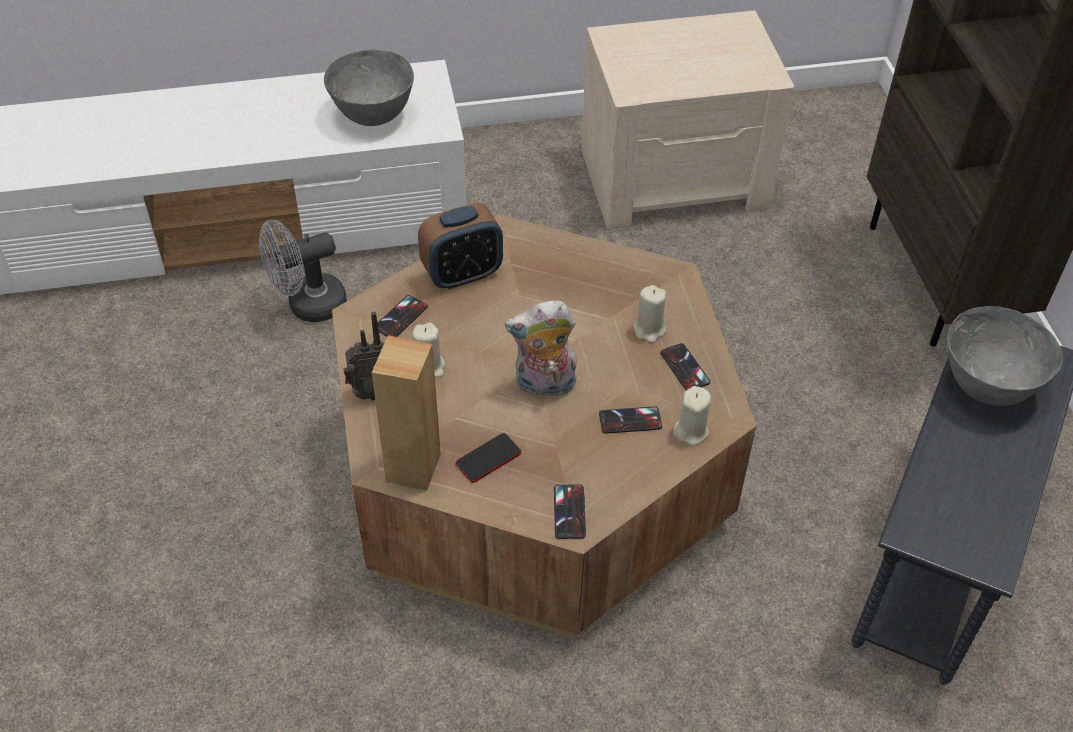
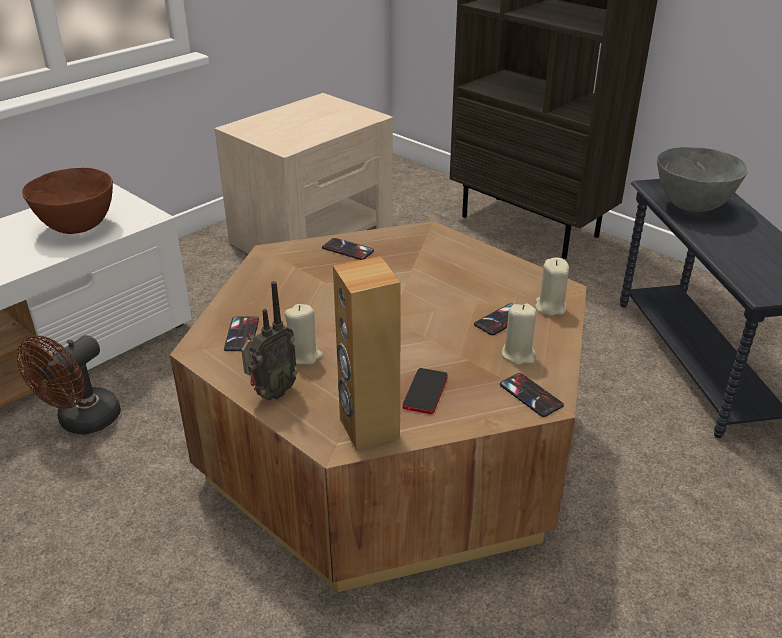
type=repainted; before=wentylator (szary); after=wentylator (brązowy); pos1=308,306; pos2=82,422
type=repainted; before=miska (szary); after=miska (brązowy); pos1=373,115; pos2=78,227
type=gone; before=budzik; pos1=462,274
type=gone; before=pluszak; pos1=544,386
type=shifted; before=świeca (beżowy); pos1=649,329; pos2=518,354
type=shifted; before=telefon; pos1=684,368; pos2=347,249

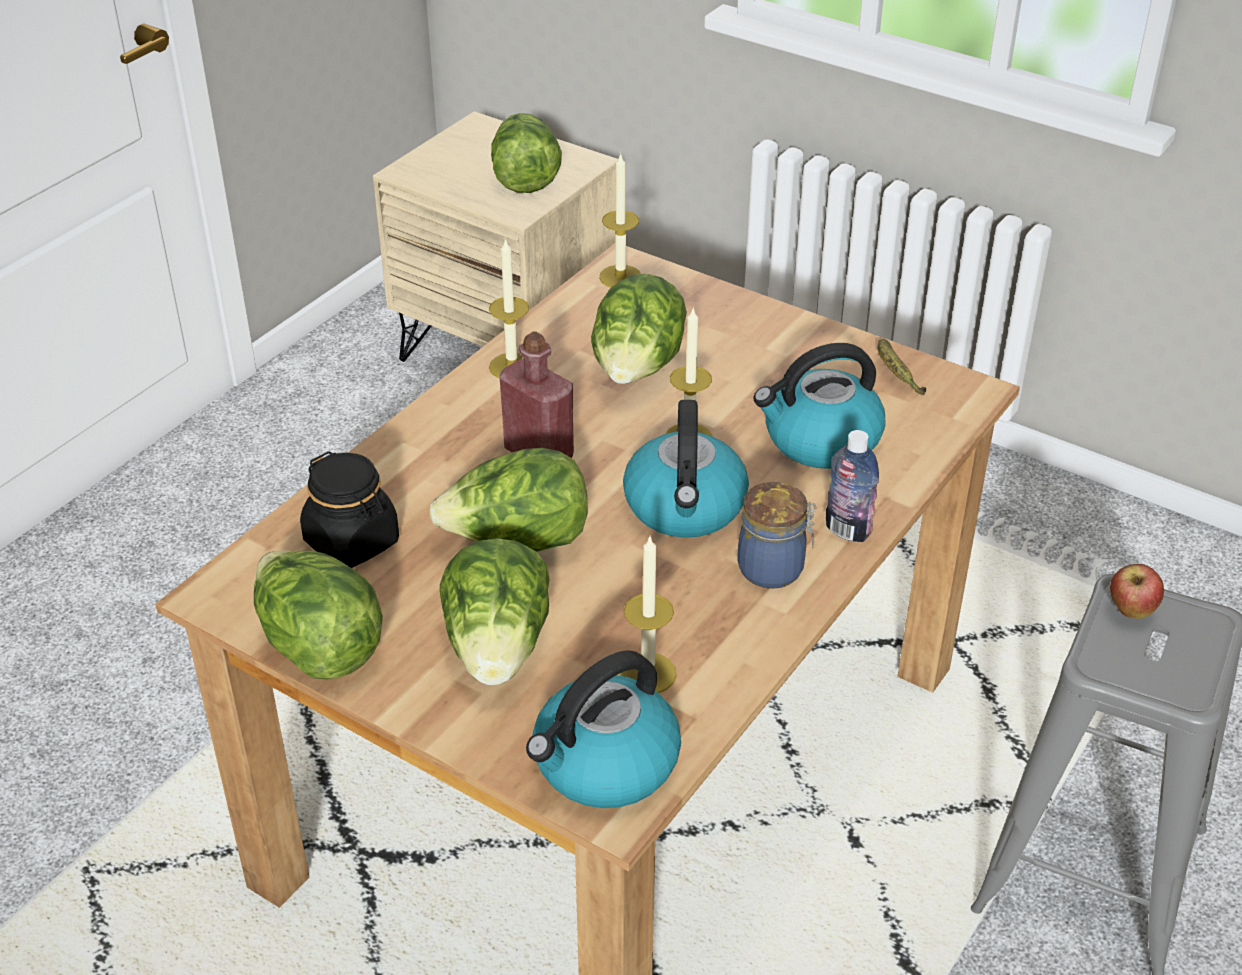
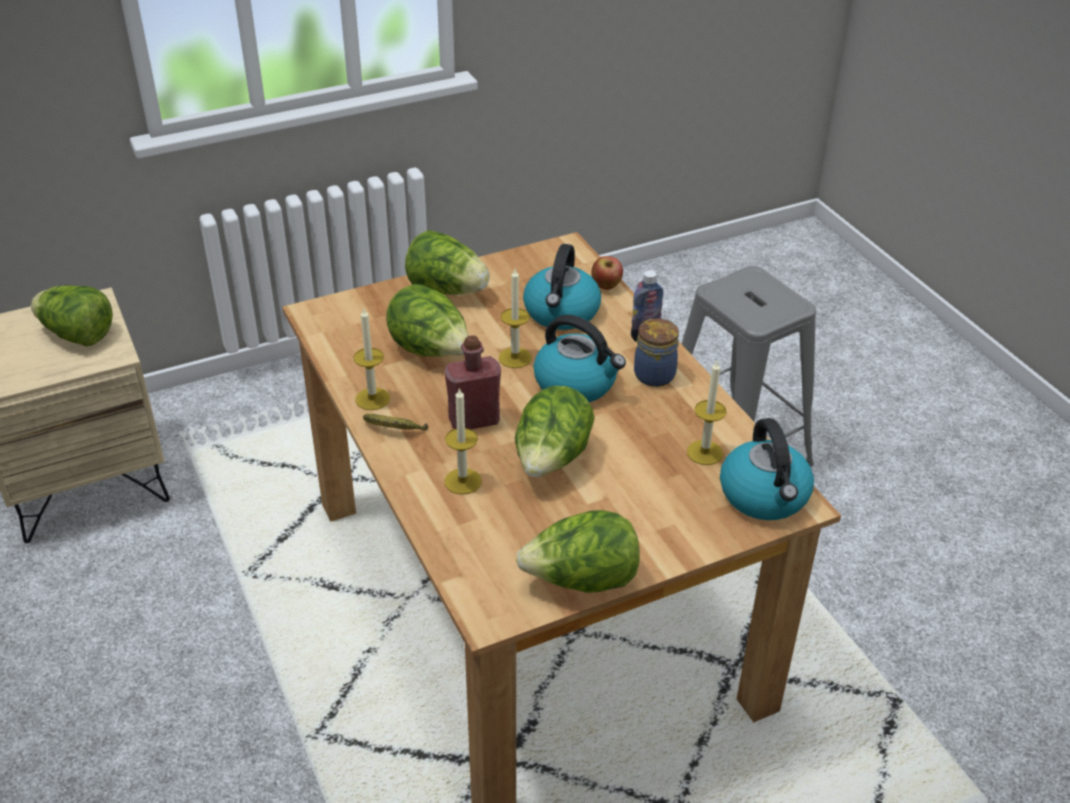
type=gone; before=słoik (czarny); pos1=352,542
type=shifted; before=sałata; pos1=498,649; pos2=447,290
type=shifted; before=świeca; pos1=620,277; pos2=463,481
type=shifted; before=banan; pos1=895,374; pos2=394,430
type=shifted; before=jabłko; pos1=1131,611; pos2=606,286

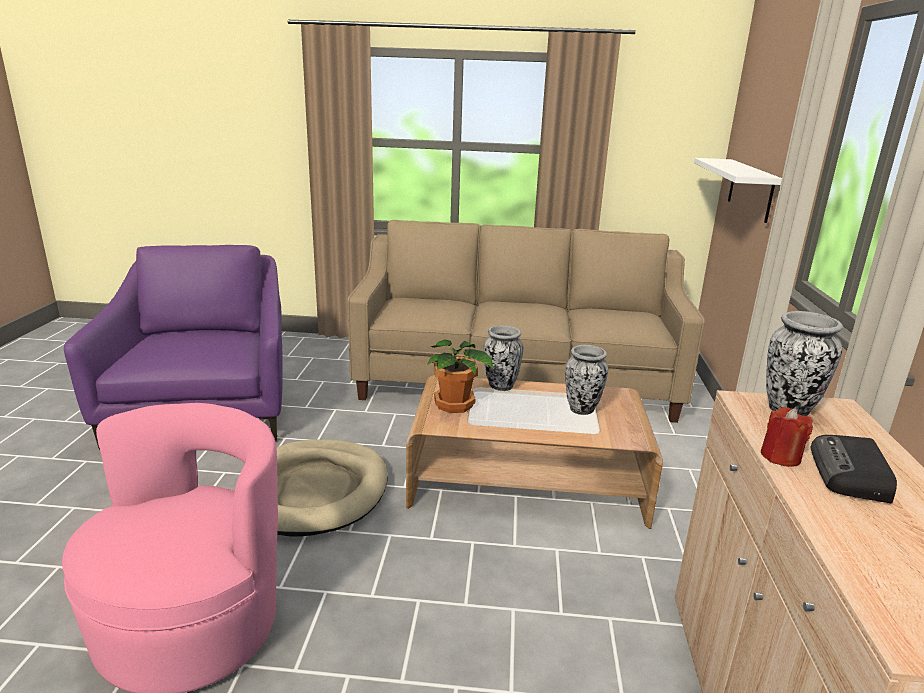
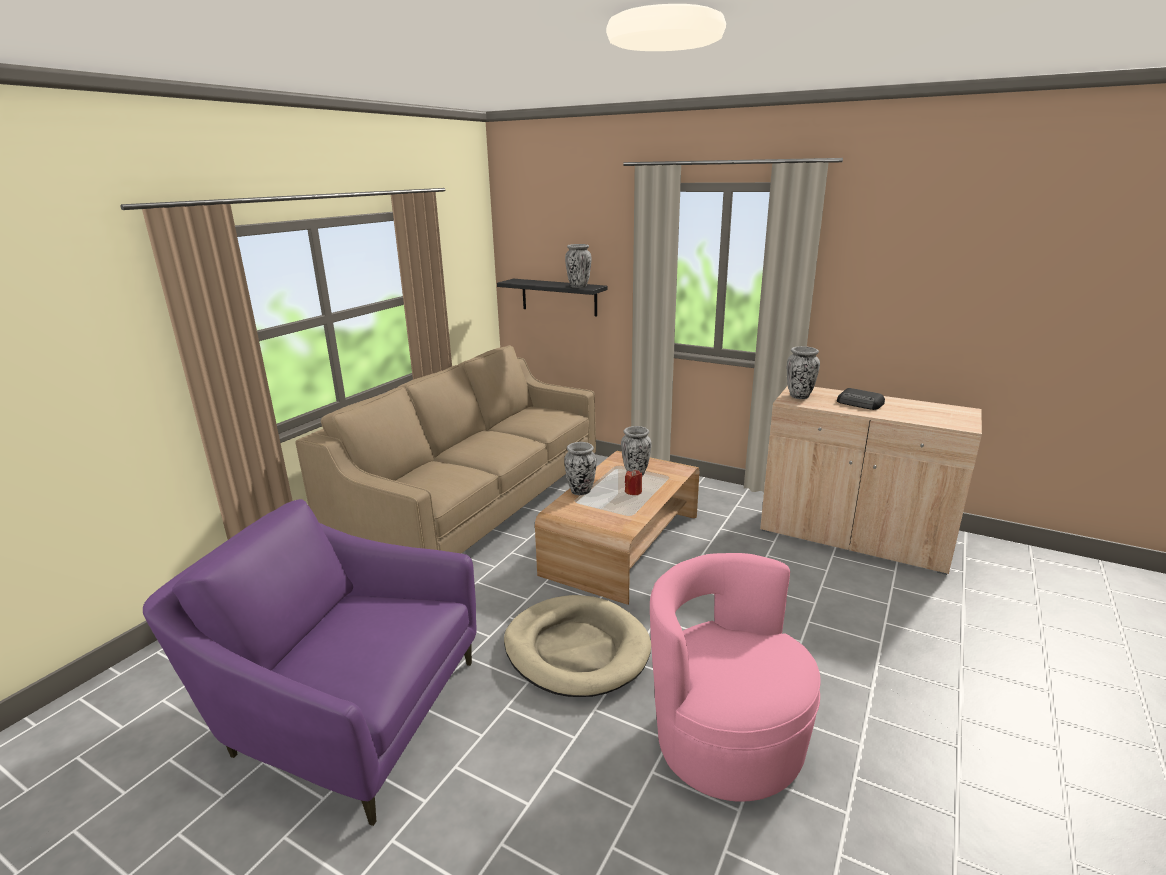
type=gone; before=roślina doniczkowa; pos1=455,405
type=repainted; before=półka (biały); after=półka (czarny); pos1=750,189; pos2=559,297
type=shifted; before=świeca (czerwony); pos1=780,457; pos2=633,491
type=new; after=wazon; pos2=578,286

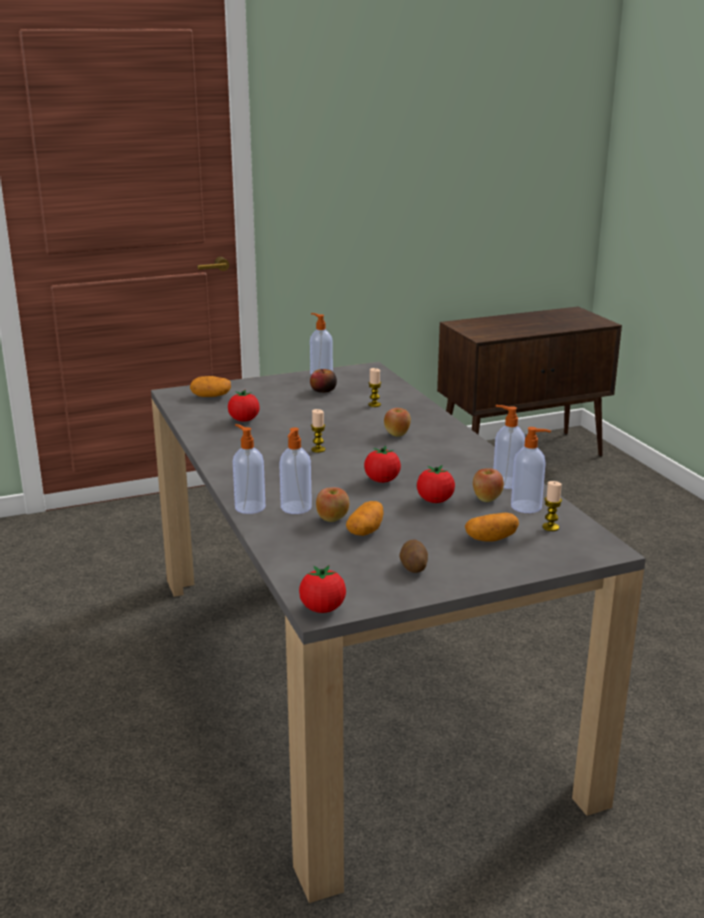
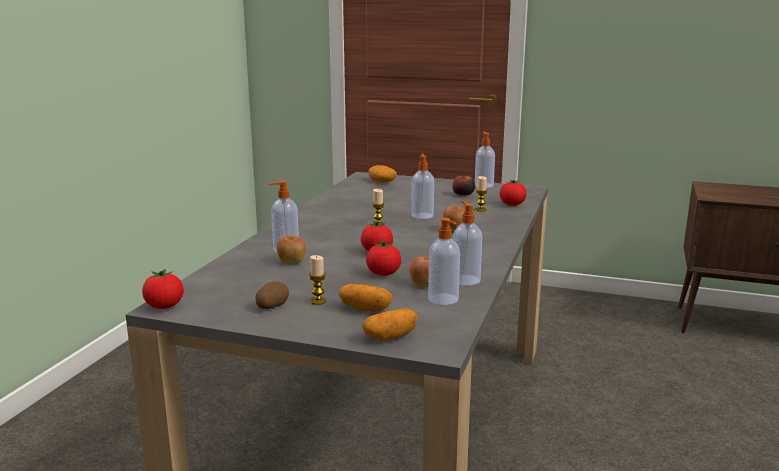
type=shifted; before=pomidor; pos1=244,420; pos2=512,205
type=shifted; before=dozownik mydła; pos1=249,507; pos2=422,215
type=shifted; before=ziemniak; pos1=365,531; pos2=390,337
type=shifted; before=świeca; pos1=550,527; pos2=318,301

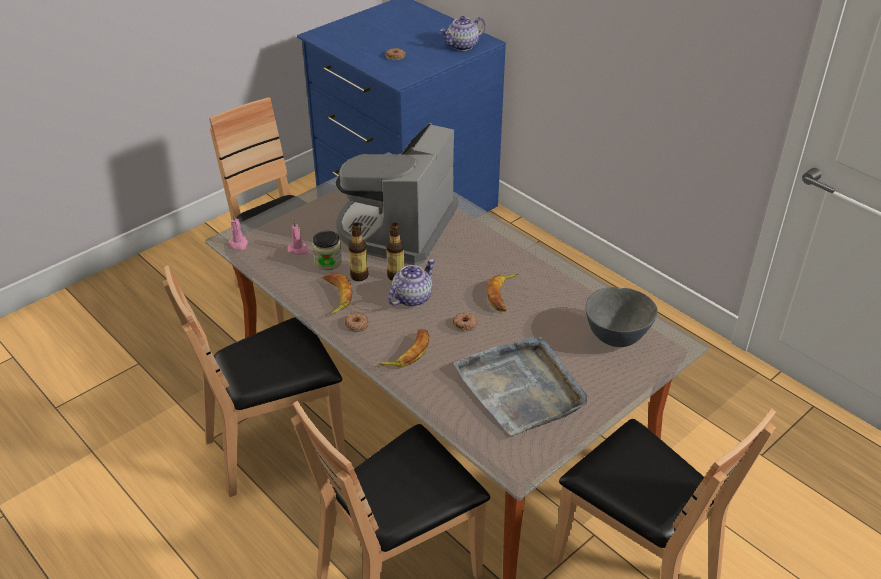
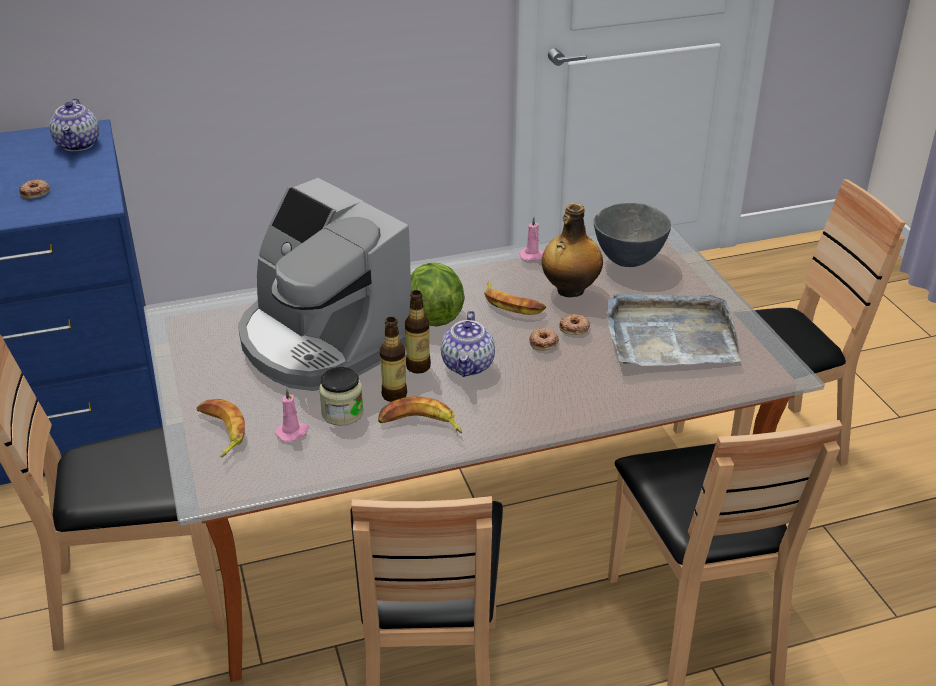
type=shifted; before=świeca (różowy); pos1=239,244; pos2=533,256
type=shifted; before=donut; pos1=356,324; pos2=574,328
type=shifted; before=banan; pos1=408,352; pos2=220,431
type=rotated; before=imbryk; pos1=412,297; pos2=468,366; turn=-150
type=new; after=sałata; pos2=434,314
type=new; after=butelka; pos2=569,290

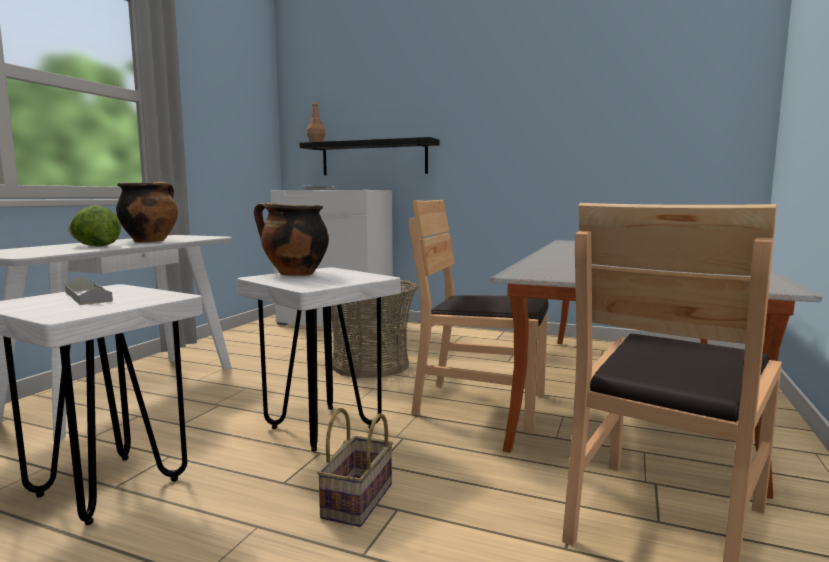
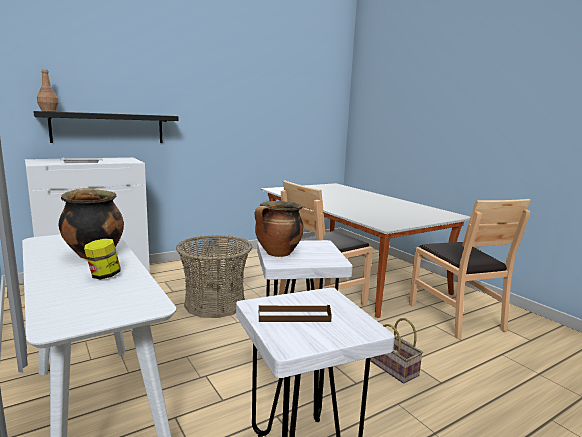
type=repainted; before=taca (szary); after=taca (brązowy); pos1=88,296; pos2=294,316
type=swapped; before=sałata; after=słoik; pos1=96,246; pos2=104,276

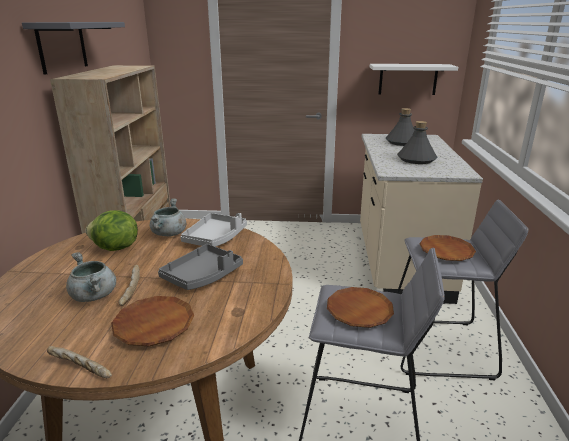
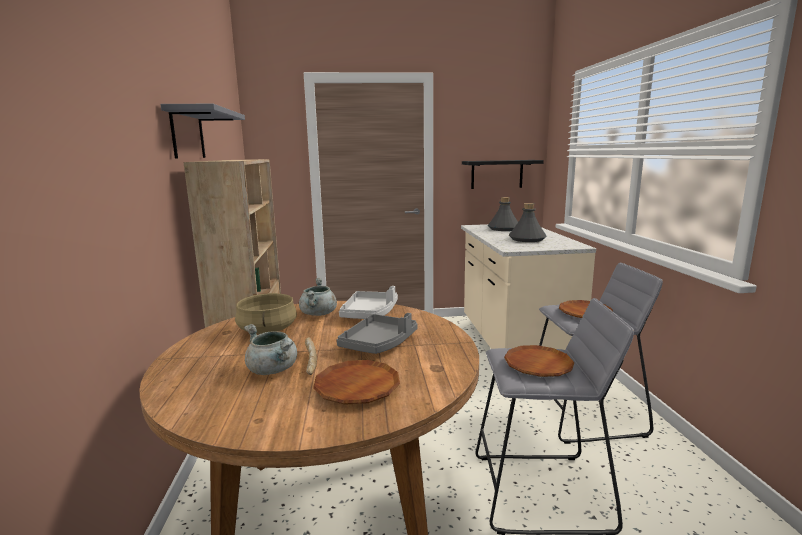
type=gone; before=chleb; pos1=80,369
type=swapped; before=sałata; after=garnek (beżowy); pos1=115,248; pos2=268,330
type=repainted; before=półka (biały); after=półka (czarny); pos1=408,79; pos2=497,174

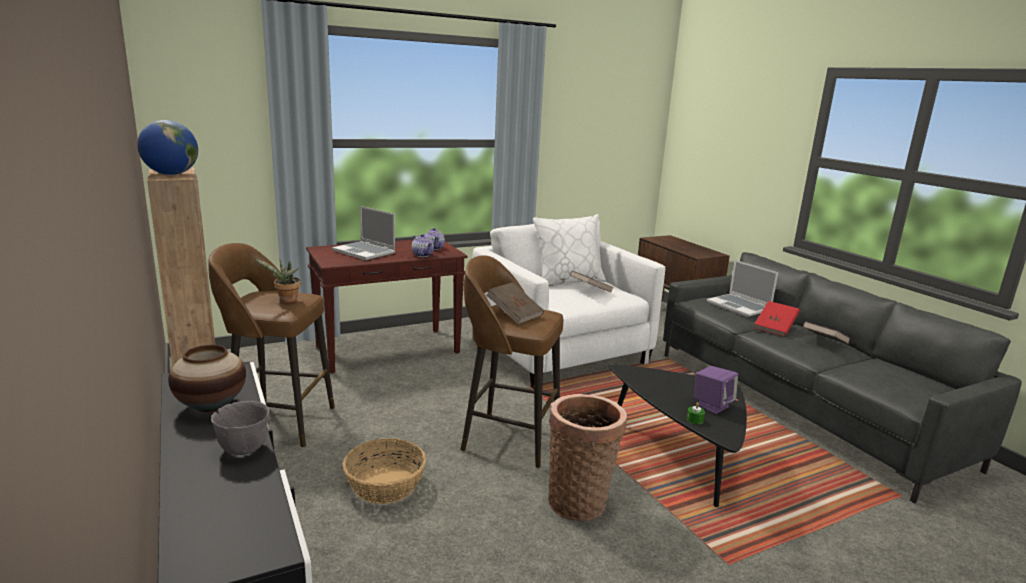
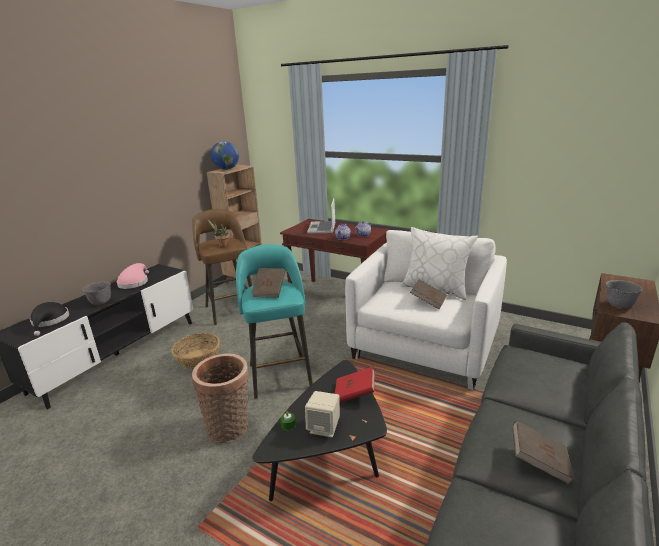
type=swapped; before=wazon; after=kapelusz (różowy); pos1=211,406; pos2=134,282
type=repainted; before=stołek (brązowy); after=stołek (turkusowy); pos1=508,437; pos2=280,374
type=repainted; before=głośnik (fioletowy); after=głośnik (beżowy); pos1=712,405; pos2=324,427
type=gone; before=laptop; pos1=739,307
type=shifted; before=książka (czerwony); pos1=775,328; pos2=355,394
type=new; after=kapelusz (czarny); pos2=49,321
type=new; after=miska (szary); pos2=618,305

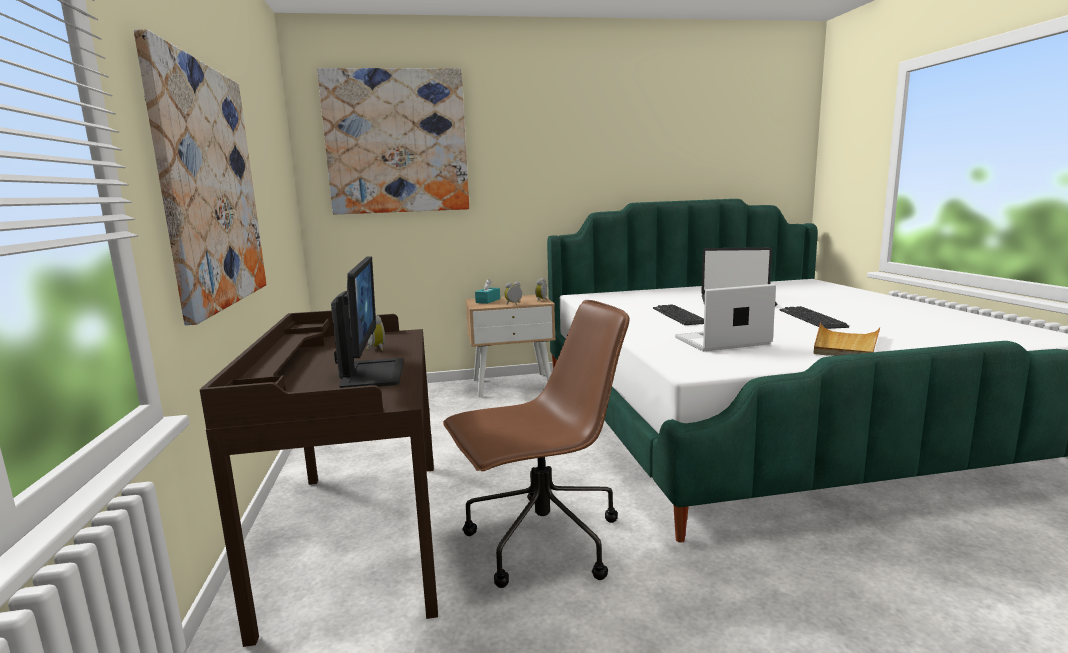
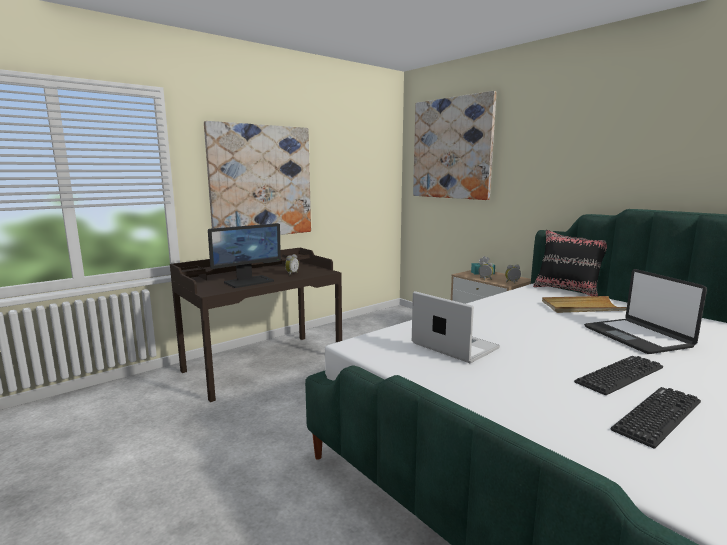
type=gone; before=krzesło biurowe (brązowy); pos1=541,542
type=shifted; before=klawiatura; pos1=678,316; pos2=657,416
type=shifted; before=taca (beżowy); pos1=845,345; pos2=582,307
type=new; after=poduszka (czarny); pos2=567,290

